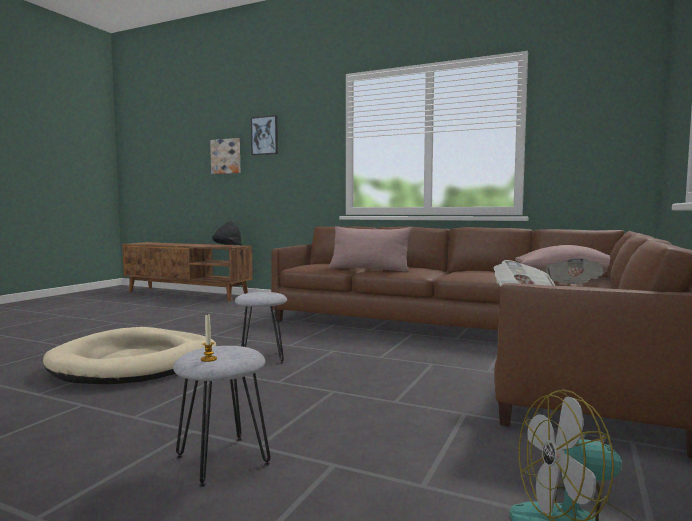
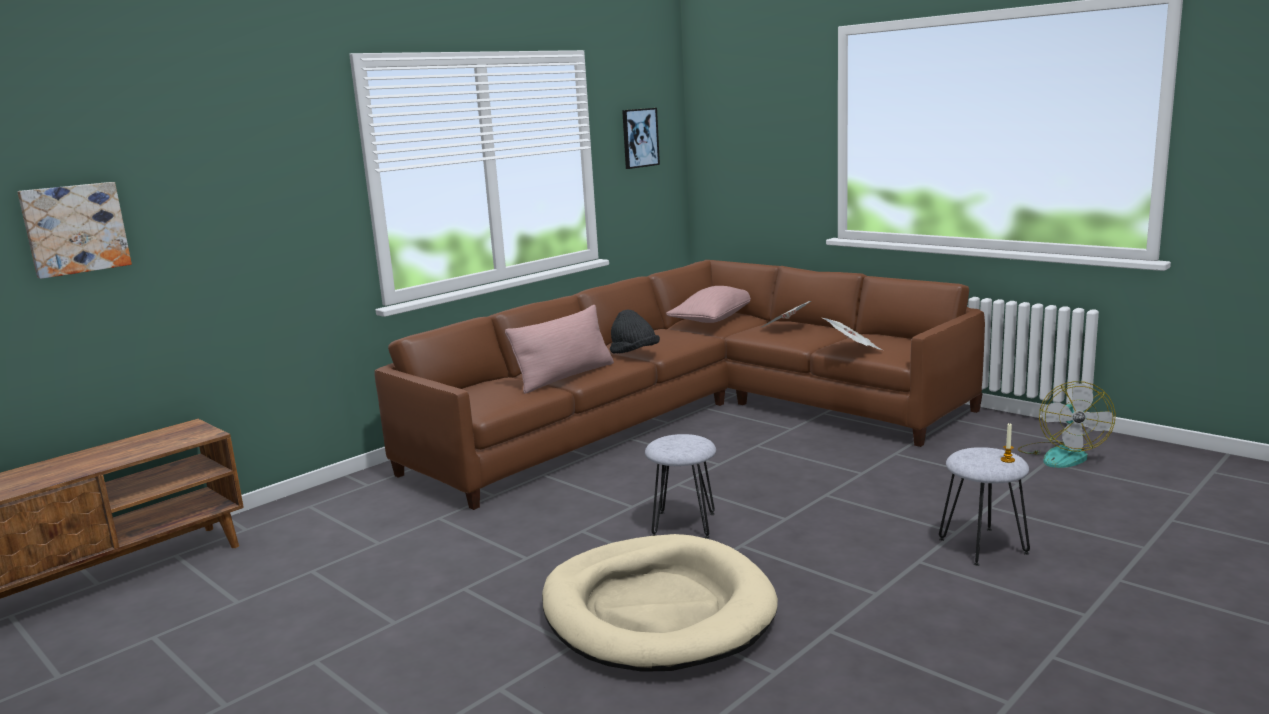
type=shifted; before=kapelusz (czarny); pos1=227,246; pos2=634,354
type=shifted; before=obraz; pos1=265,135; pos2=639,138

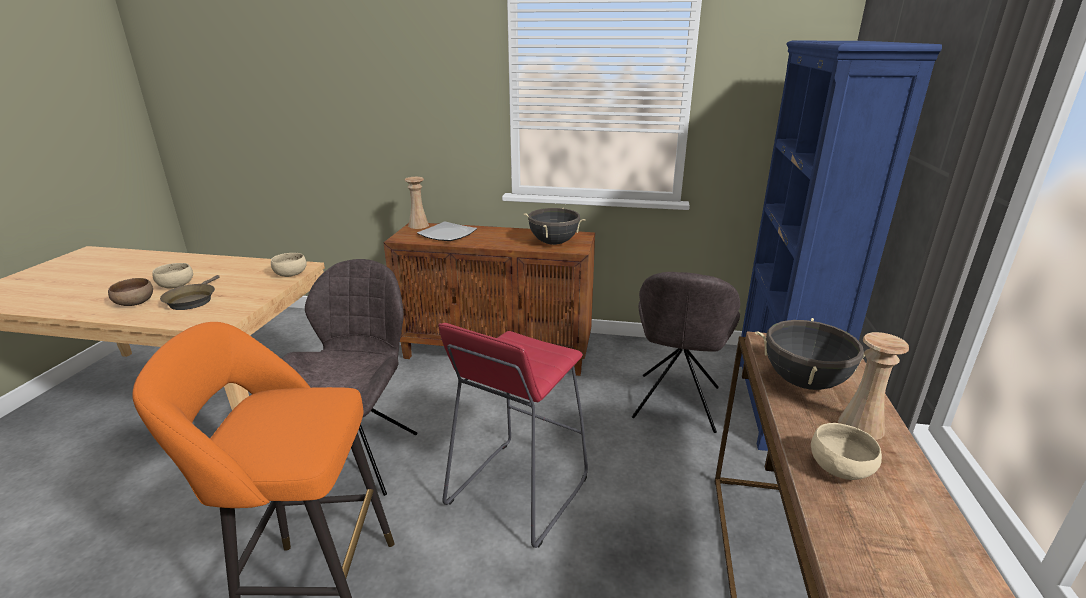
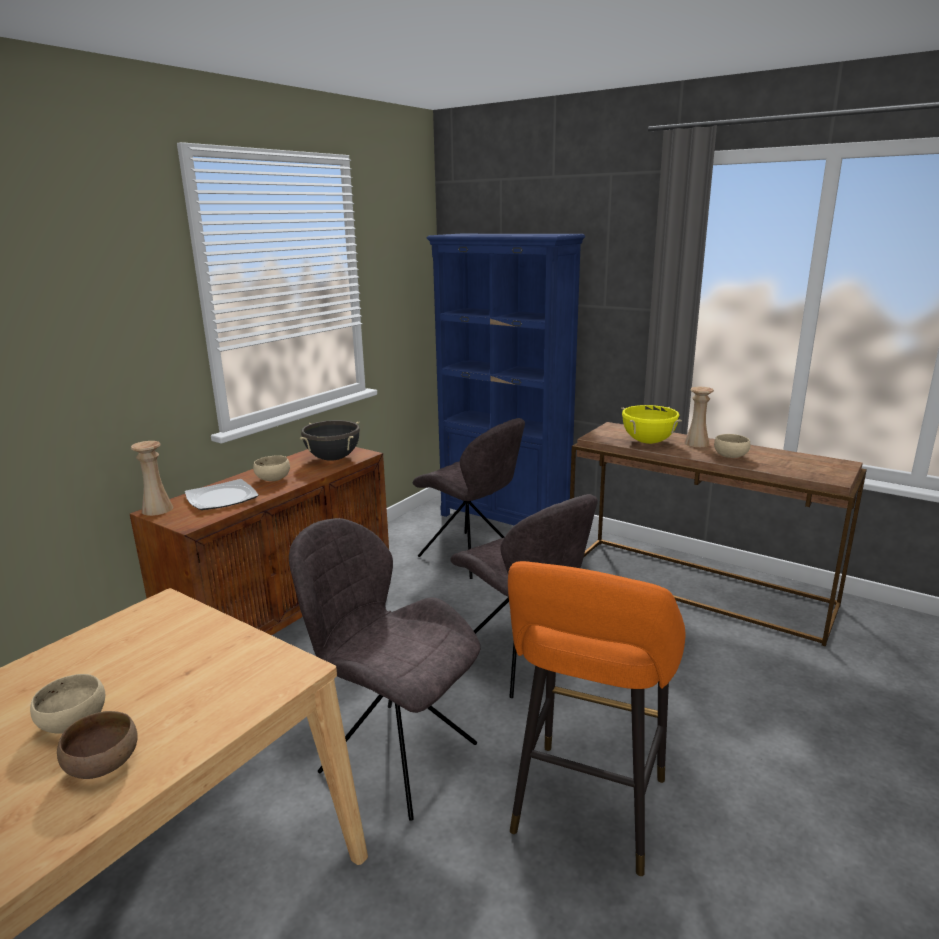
type=gone; before=patelnia (brązowy); pos1=192,300
type=shifted; before=miska (beżowy); pos1=290,274; pos2=272,479
type=swapped; before=stołek (czerwony); after=krzesło (szary); pos1=517,491; pos2=521,659
type=repainted; before=garnek (czarny); after=garnek (żółty); pos1=804,382; pos2=648,442

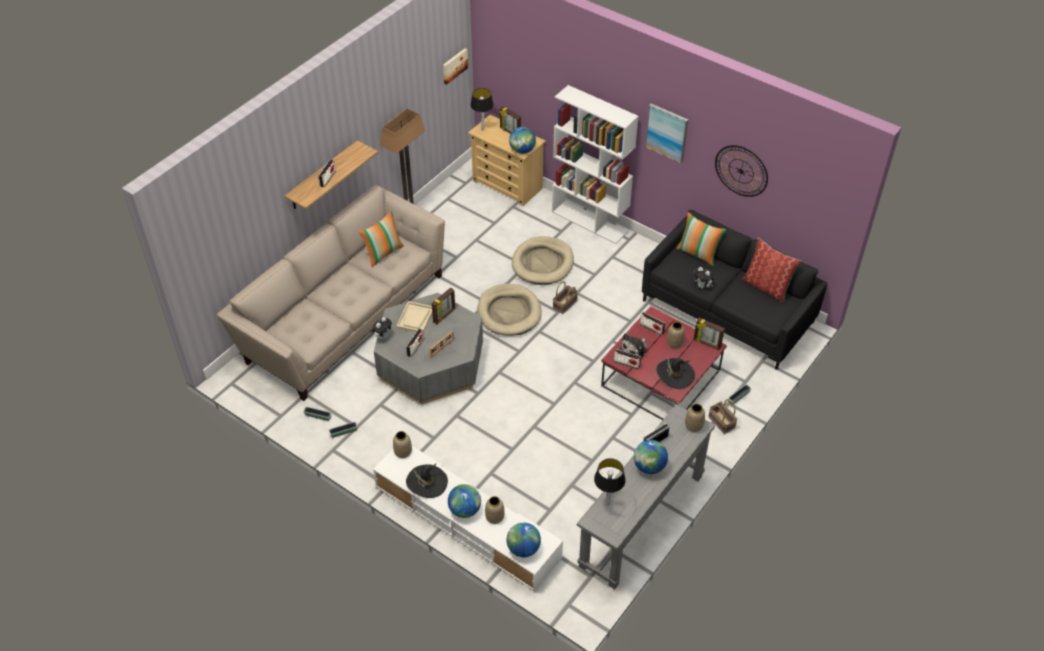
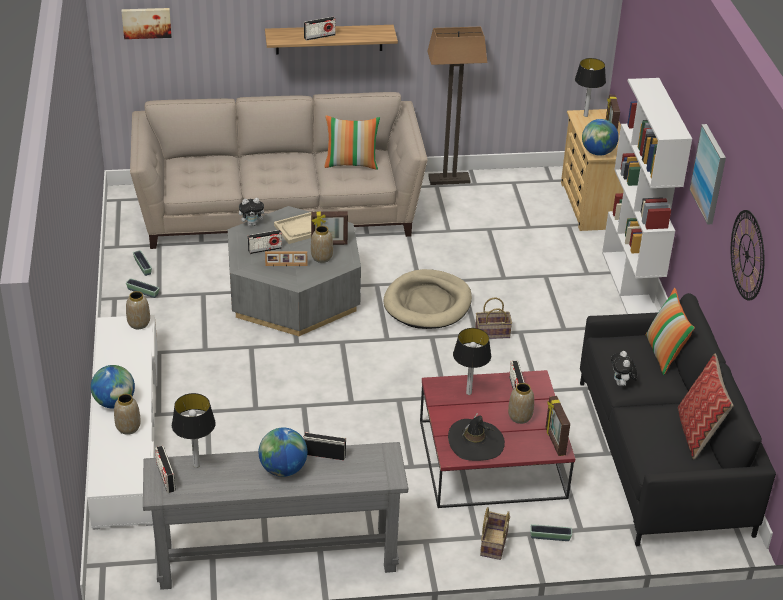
type=gone; before=kapelusz (czarny); pos1=427,482
type=shifted; before=obraz; pos1=454,65; pos2=146,22
type=gone; before=globus; pos1=523,549
type=gone; before=legowisko (beżowy); pos1=543,263
type=shifted; before=radio; pos1=626,364; pos2=166,478
type=swapped; before=pluszak; after=lampa stołowa; pos1=635,349; pos2=469,393
type=shifted; before=wazon; pos1=693,426; pos2=321,257

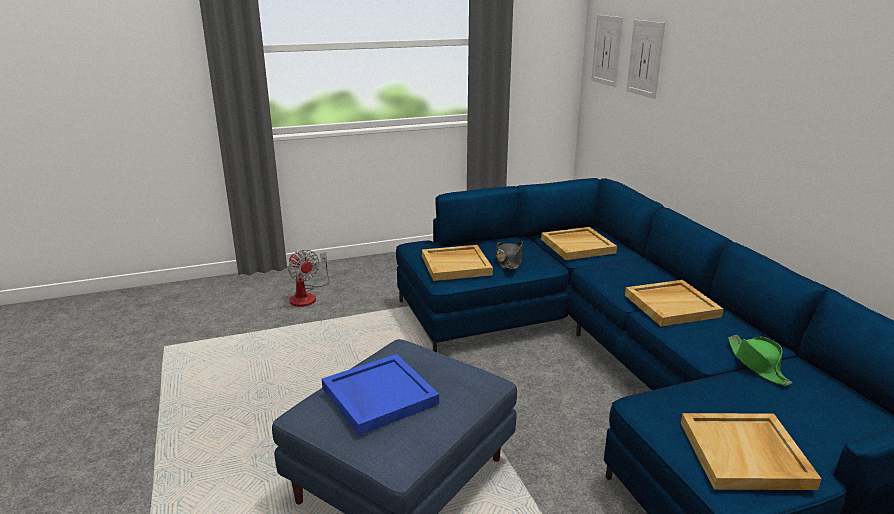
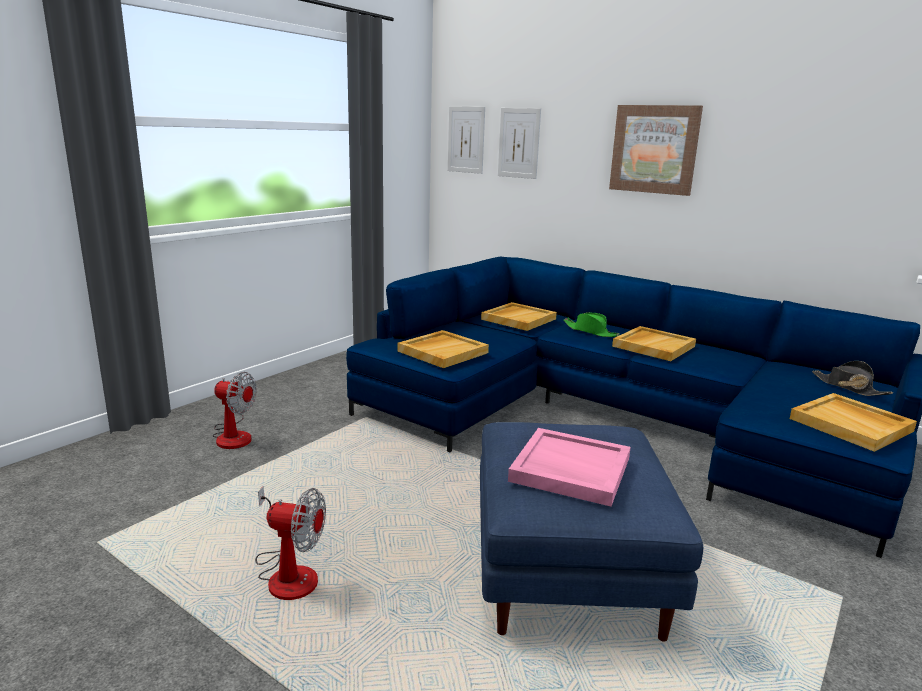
type=repainted; before=taca (niebieski); after=taca (różowy); pos1=378,396; pos2=569,470
type=shifted; before=kapelusz (czarny); pos1=509,261; pos2=848,387
type=shifted; before=kapelusz (zielony); pos1=757,364; pos2=590,331
type=new; after=wentylator; pos2=288,573
type=new; after=obraz; pos2=654,149

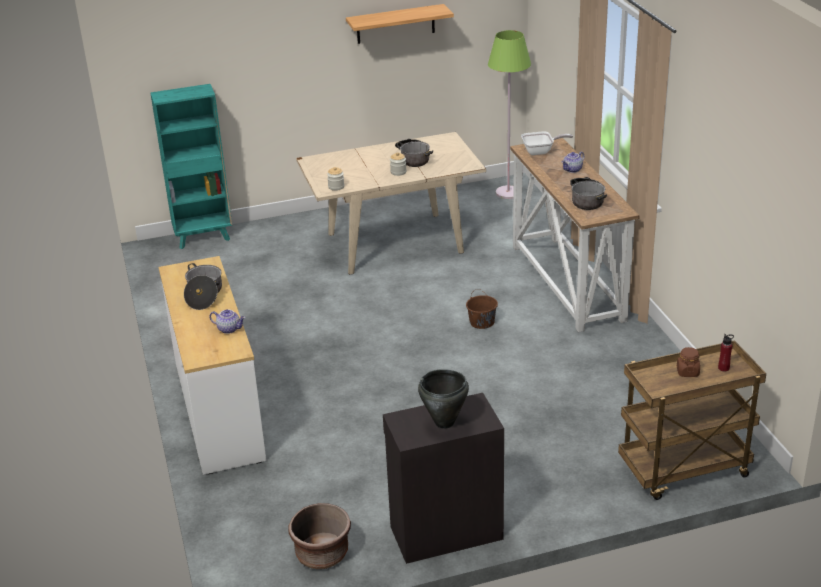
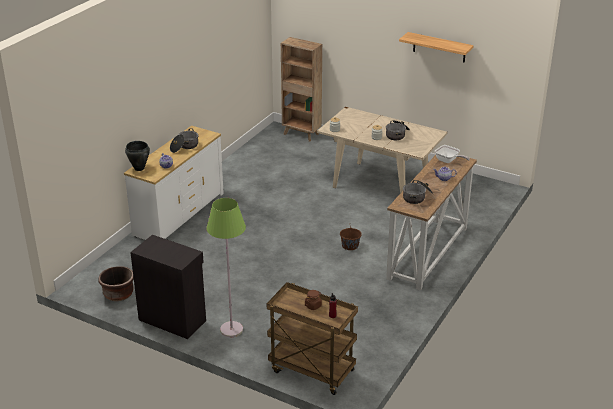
type=repainted; before=regał (turkusowy); after=regał (brązowy); pos1=204,237; pos2=301,134
type=shifted; before=garnek (czarny); pos1=444,423; pos2=139,168
type=shifted; before=lampa stojąca (zielony); pos1=508,193; pos2=231,329

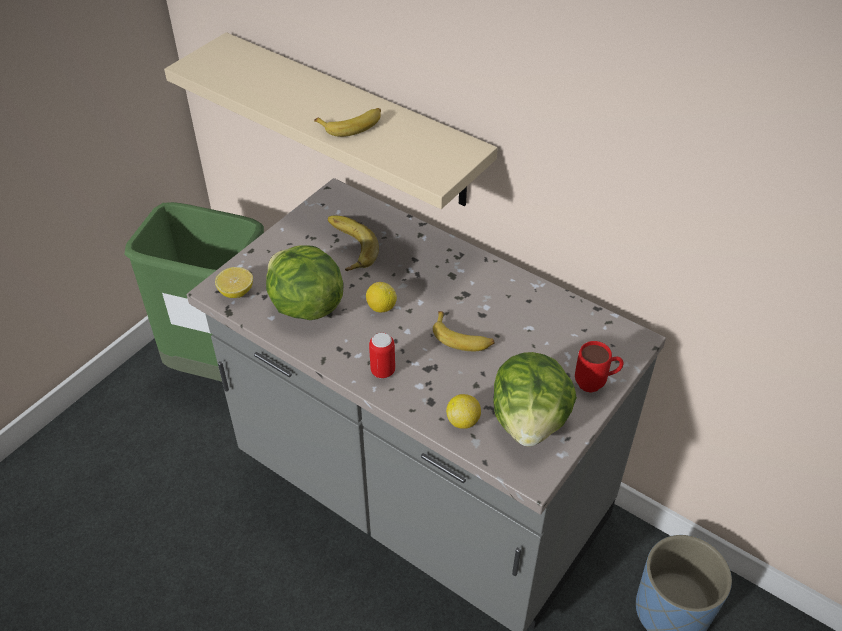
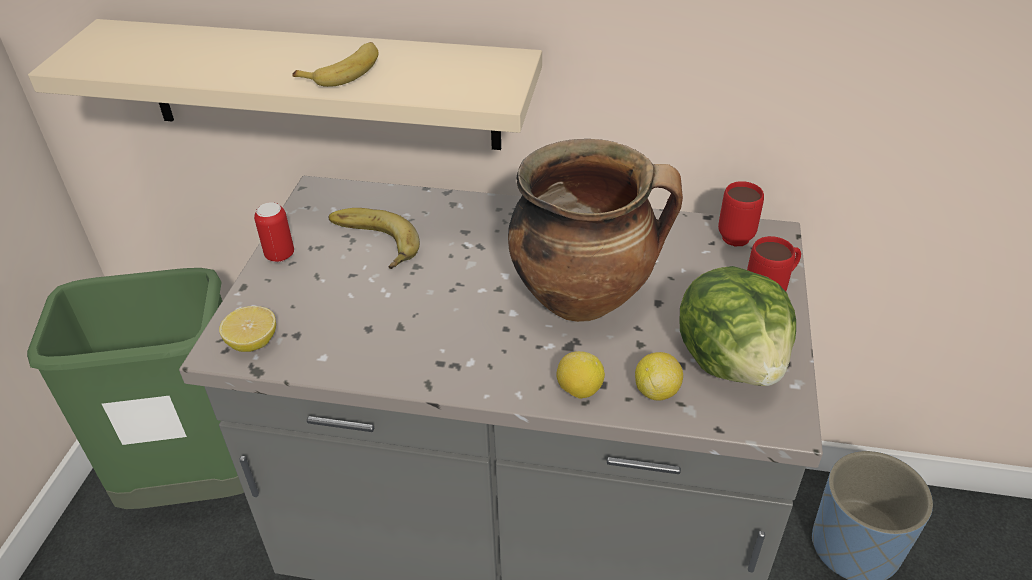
type=gone; before=sałata; pos1=305,306
type=shifted; before=cytryna; pos1=381,307; pos2=579,390
type=shifted; before=puszka; pos1=383,371; pos2=280,255
type=swapped; before=banan; after=garnek; pos1=462,338; pos2=585,297
type=new; after=kubek (czerwony); pos2=734,233

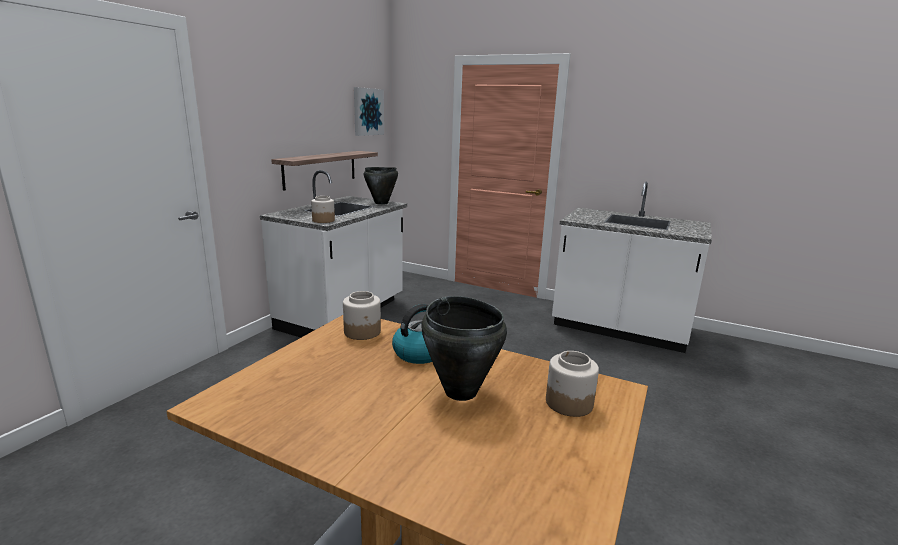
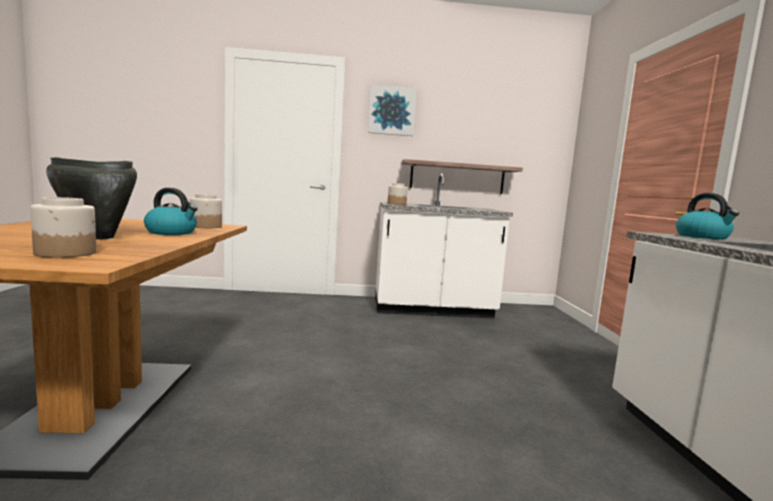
type=shifted; before=obraz; pos1=368,112; pos2=392,111
type=gone; before=garnek (czarny); pos1=381,203
type=new; after=czajnik; pos2=703,237

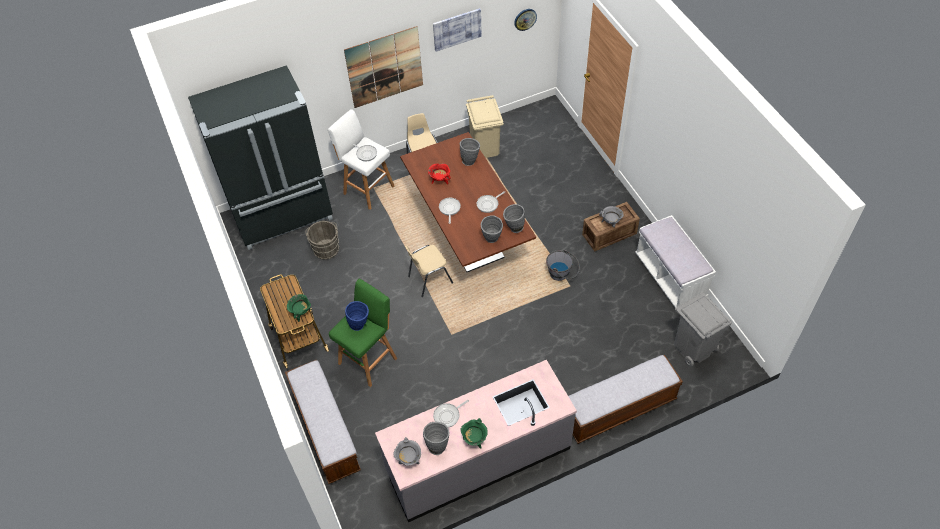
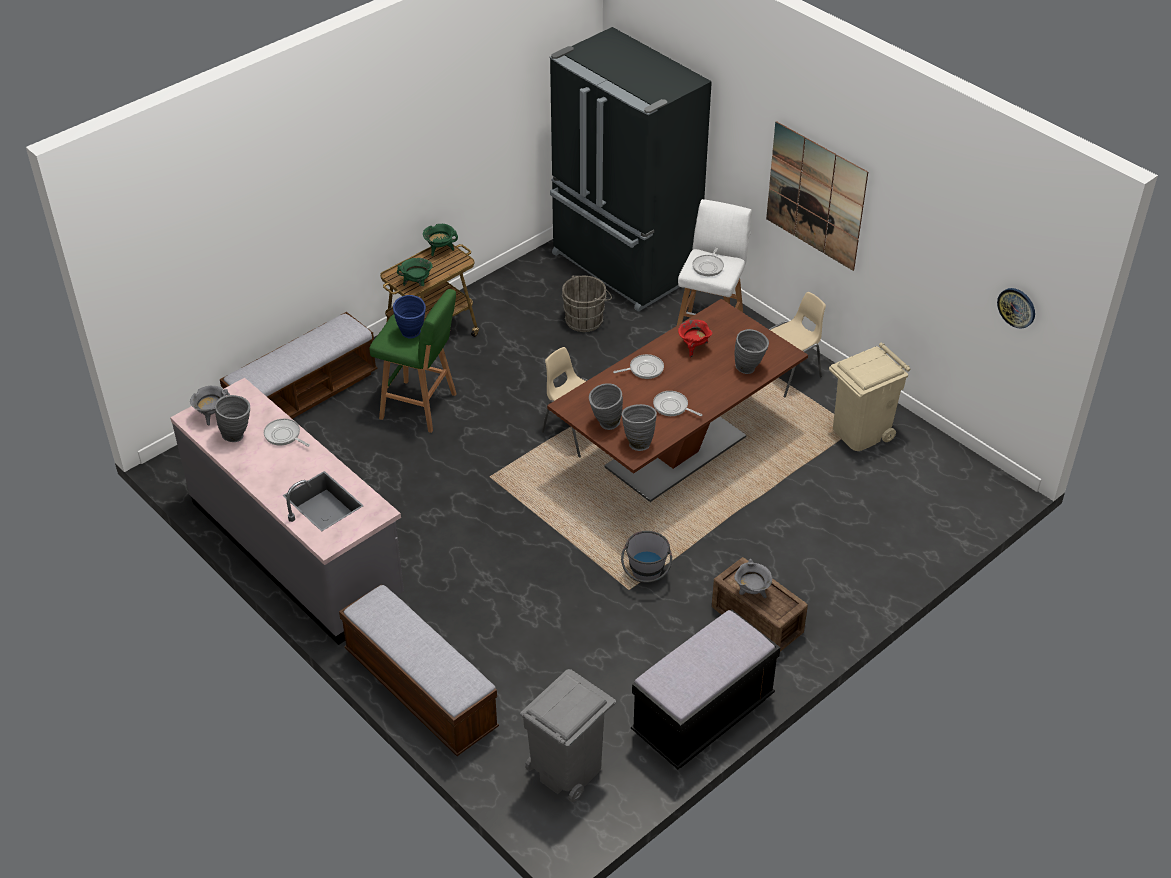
type=gone; before=obraz; pos1=457,29
type=shifted; before=garnek (zielony); pos1=474,440; pos2=440,250
type=repainted; before=ławka (biały); after=ławka (czarny); pos1=670,276; pos2=703,716

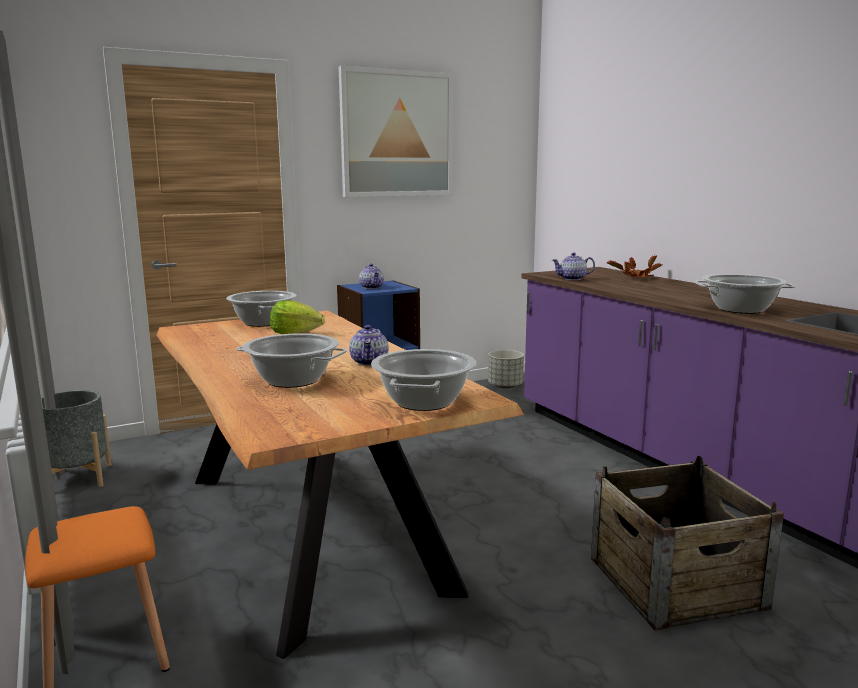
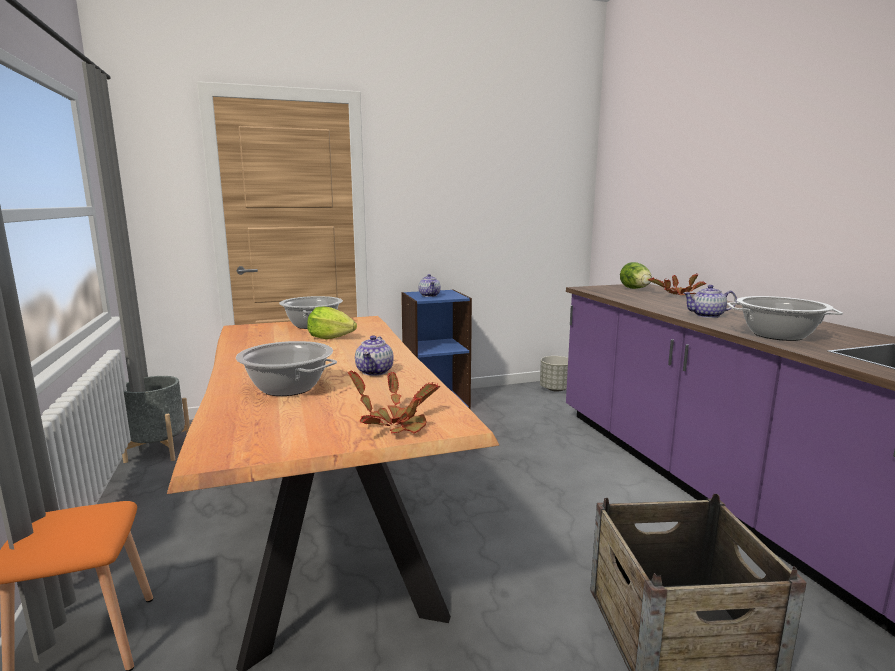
type=gone; before=obraz; pos1=397,134
type=swapped; before=garnek; after=roślina doniczkowa; pos1=424,402; pos2=395,423
type=shifted; before=imbryk; pos1=572,279; pos2=707,315
type=new; after=sałata; pos2=636,289

